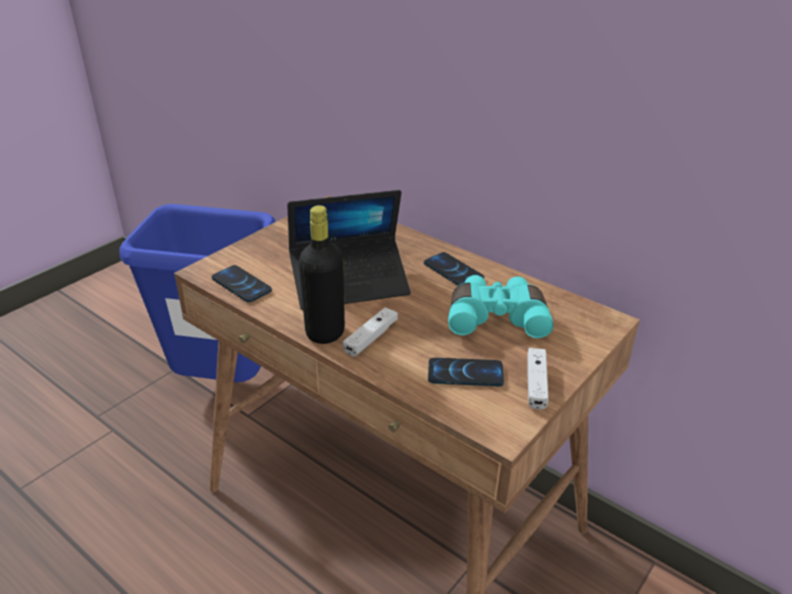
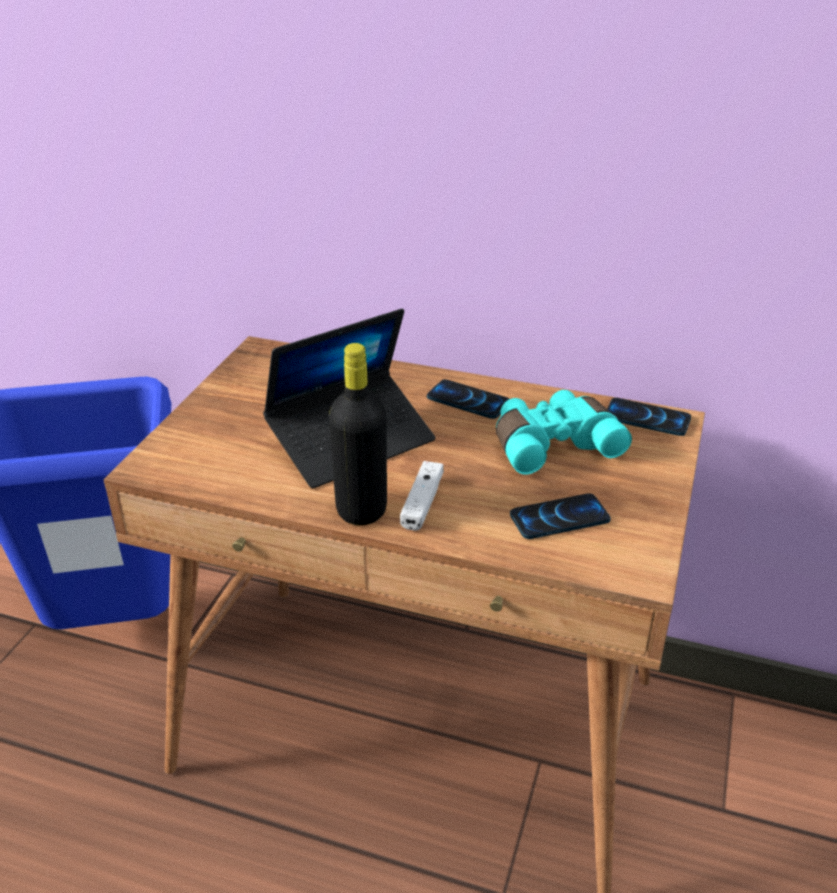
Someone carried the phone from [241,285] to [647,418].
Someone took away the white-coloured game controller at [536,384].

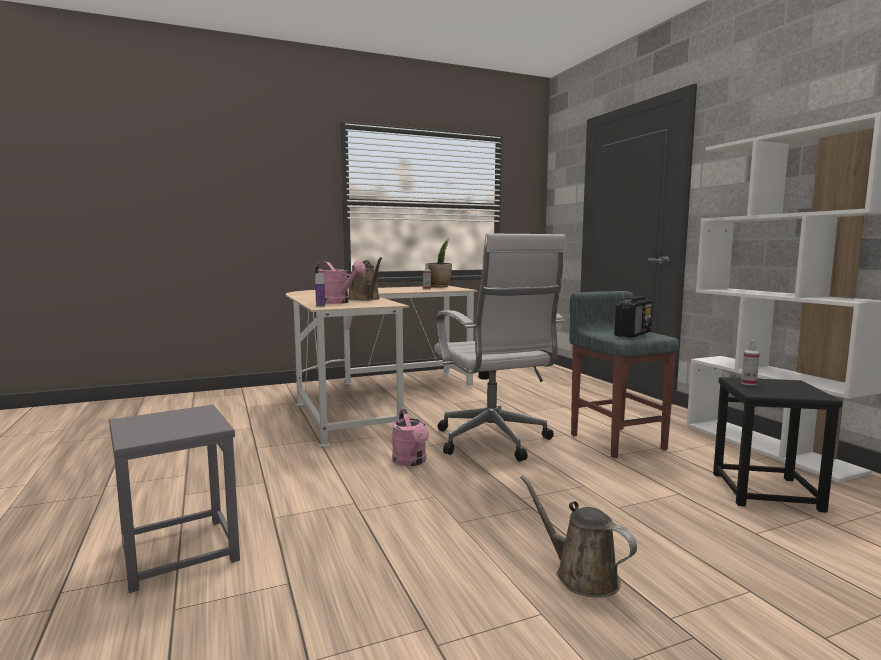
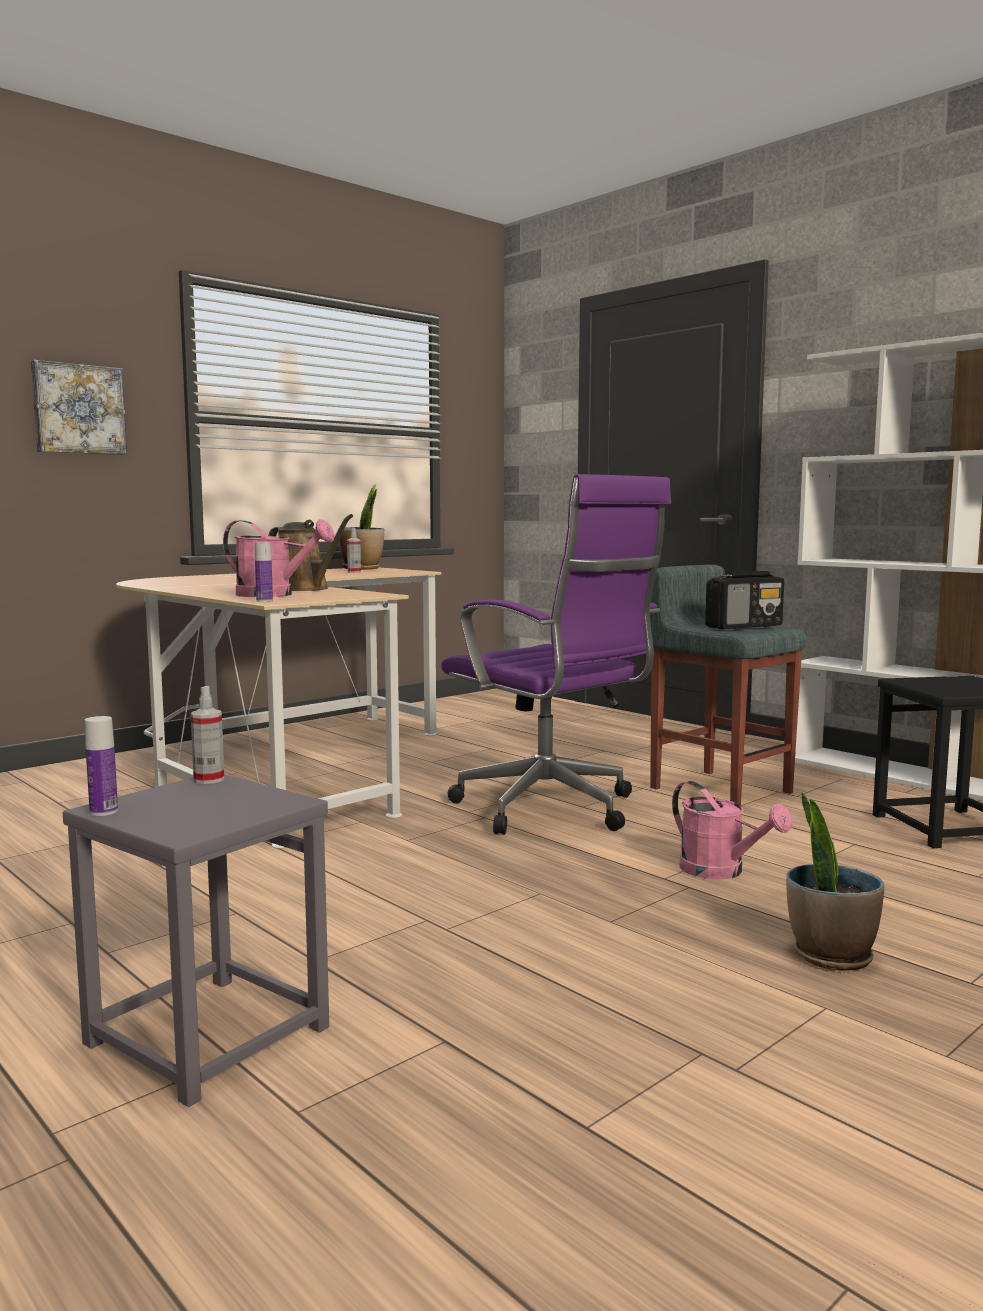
Someone repainted the white-coloured desk chair at [494,442], which became the purplish desk chair at [552,810].
Someone rotated the radio receiver at [633,334] by 45 degrees clockwise.
Someone carried the sprayer from [748,383] to [209,779].
Someone carried the pinkish sprinkling can from [411,462] to [721,872].
Someone swapped the brown sprinkling can at [581,575] for the houseplant at [830,956].
Someone put up the wall art at [78,409].
Someone put down the bottle at [104,812].

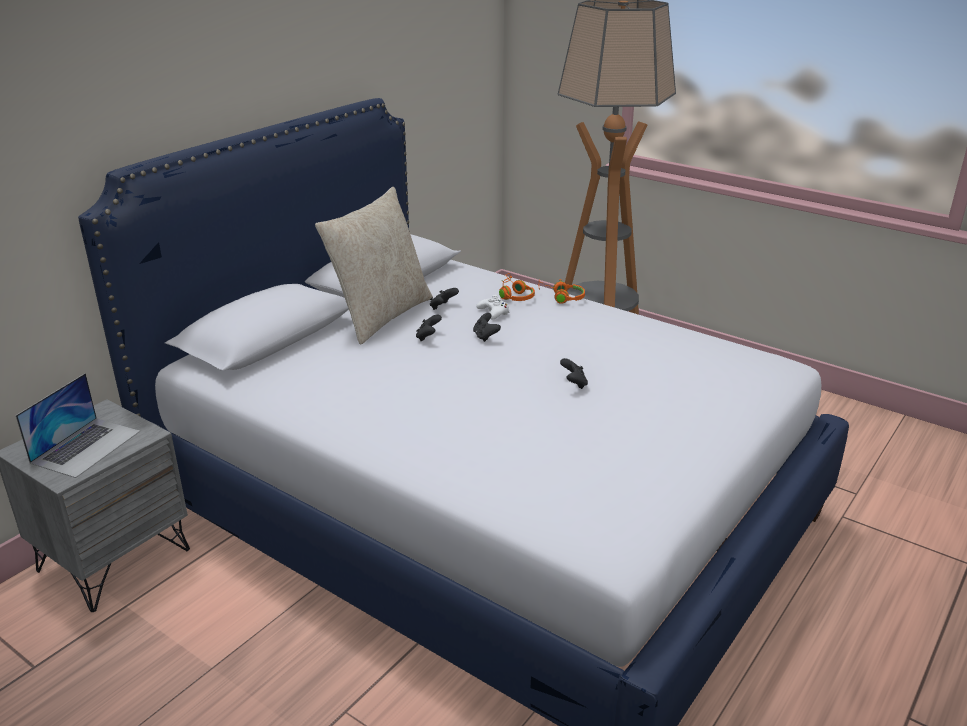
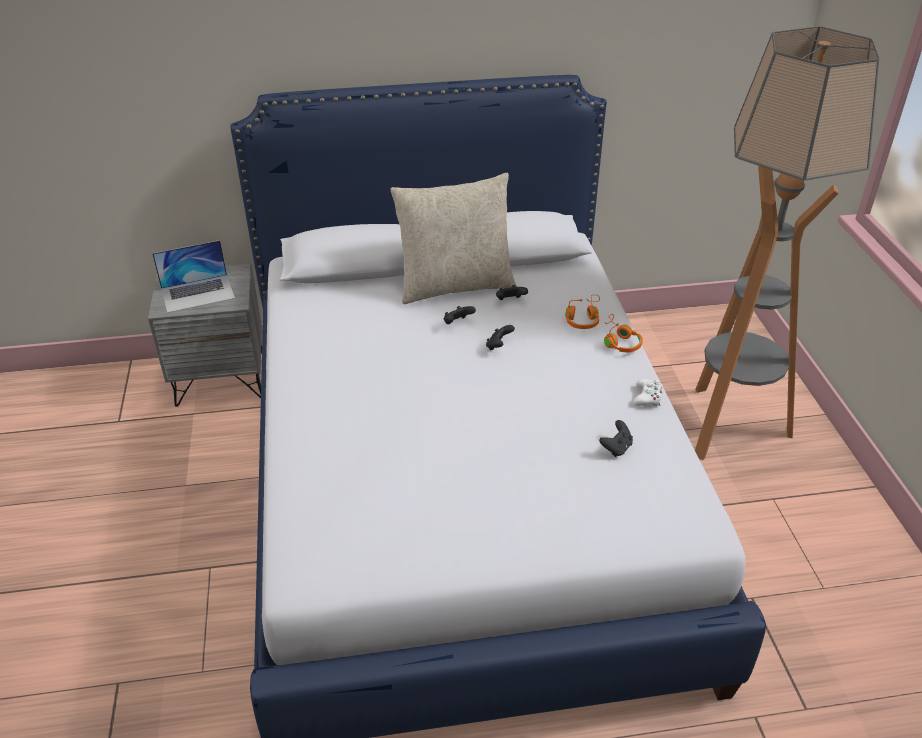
Someone carried the white-coloured game controller from [493,312] to [647,397].
Someone carried the blackish game controller from [574,384] to [616,448].

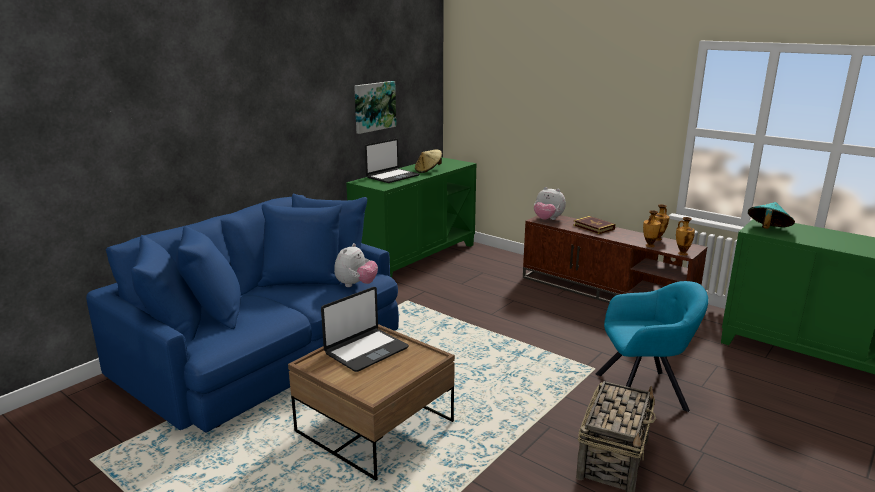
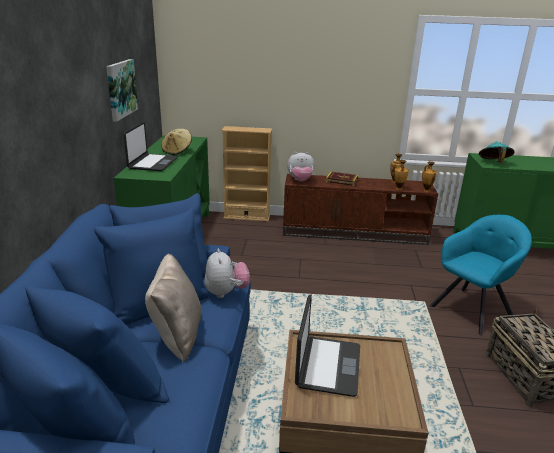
Someone put down the beige shelving unit at [247,217].
Someone put down the beige cushion at [177,335].

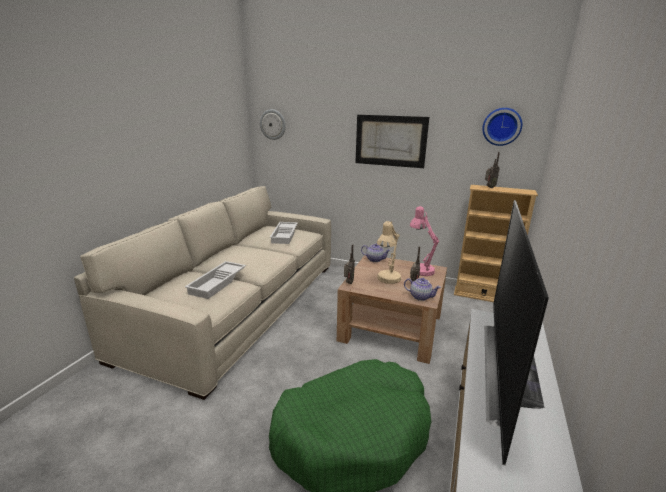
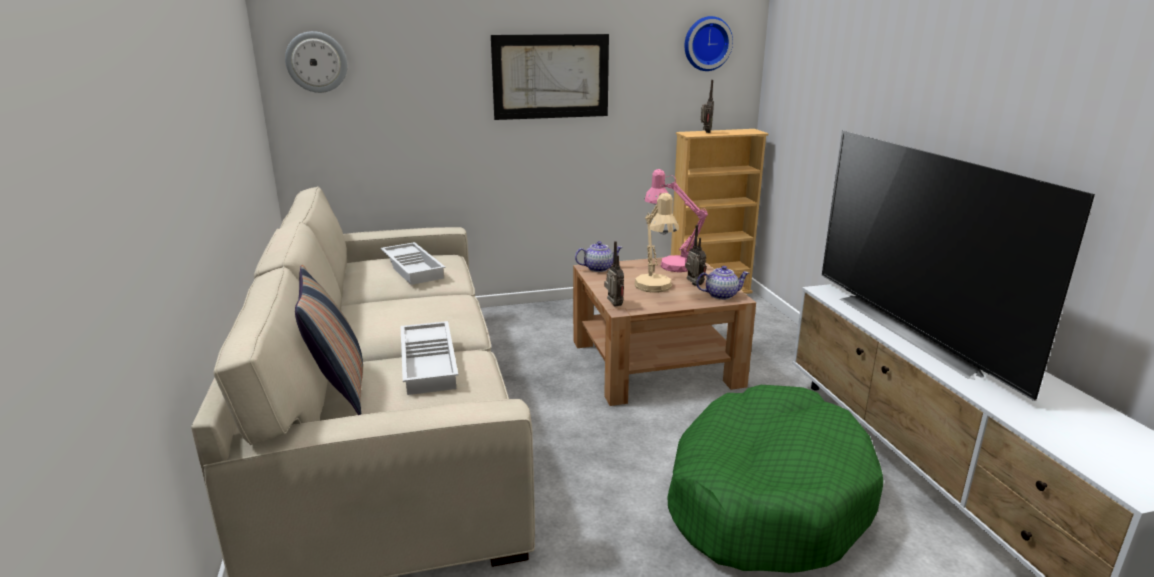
Someone put down the cushion at [338,388].

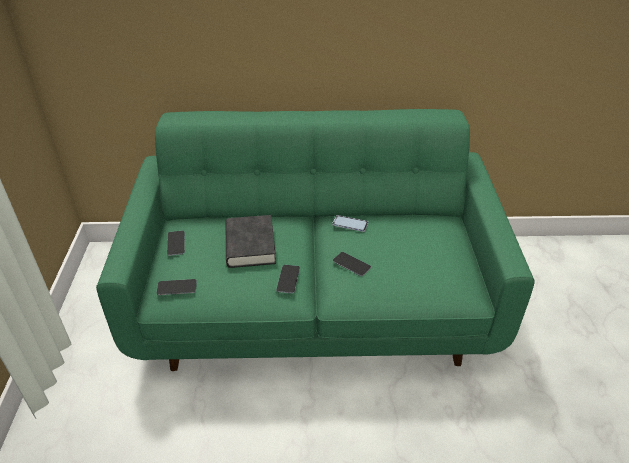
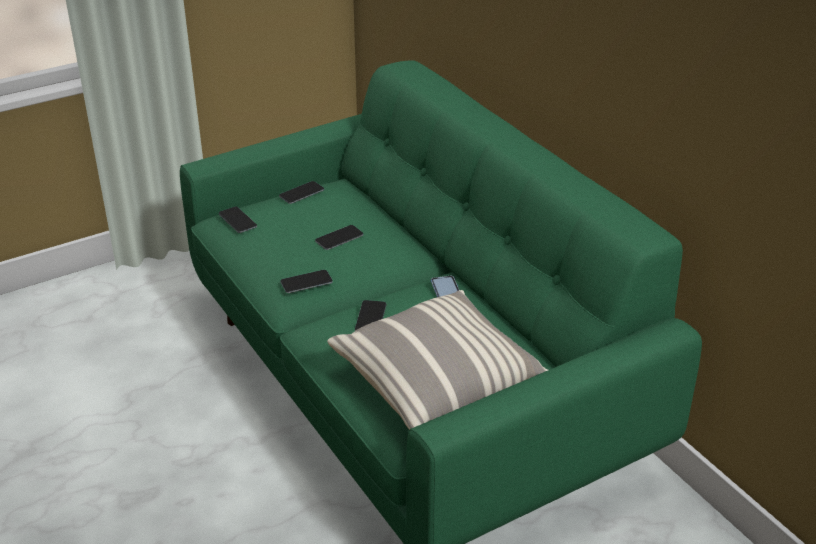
Someone swapped the blackish bound book at [250,246] for the phone at [339,238].
Someone put down the cushion at [437,380].

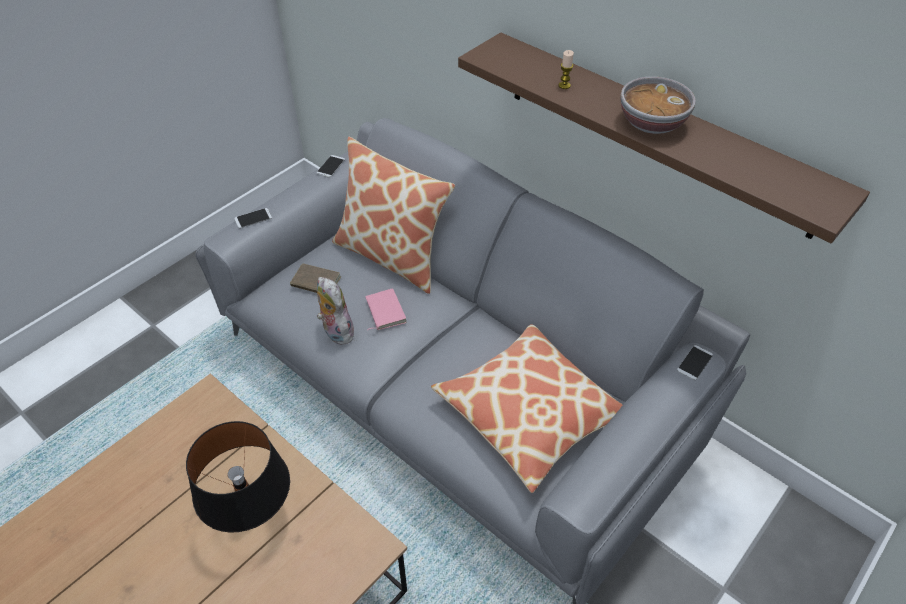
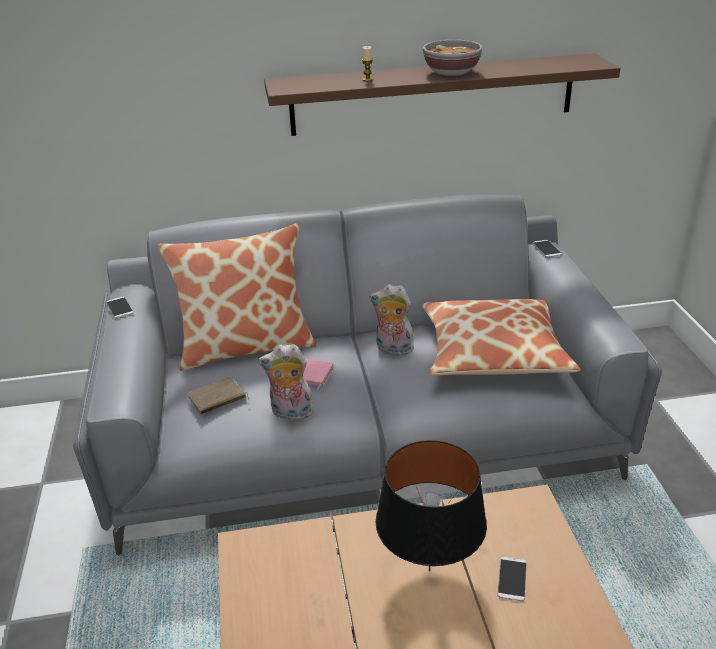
Someone carried the phone from [253,218] to [512,579].
Someone put down the soft toy at [392,349].

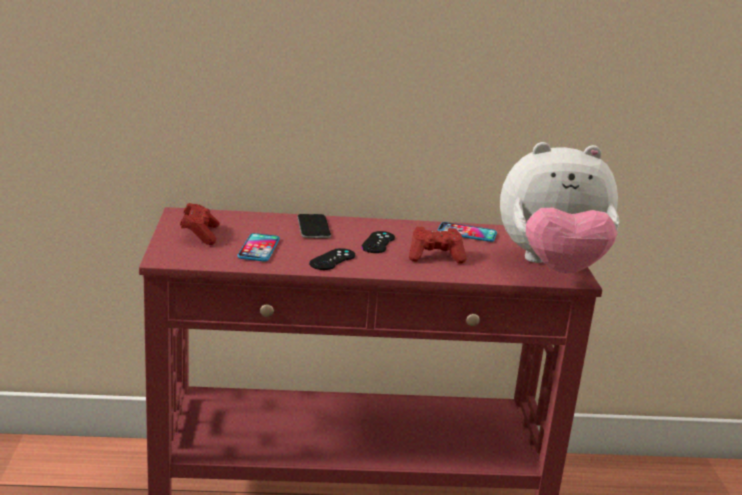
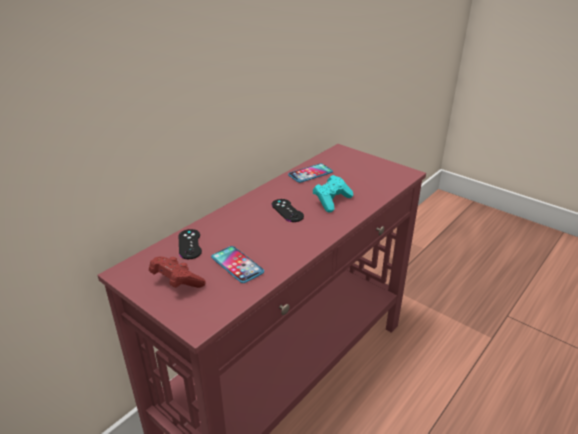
Someone took away the soft toy at [552,267].
Someone took away the phone at [313,227].
Someone repainted the reddish game controller at [435,257], which became the turquoise game controller at [332,201].
Someone carried the blackish game controller from [332,260] to [189,244].

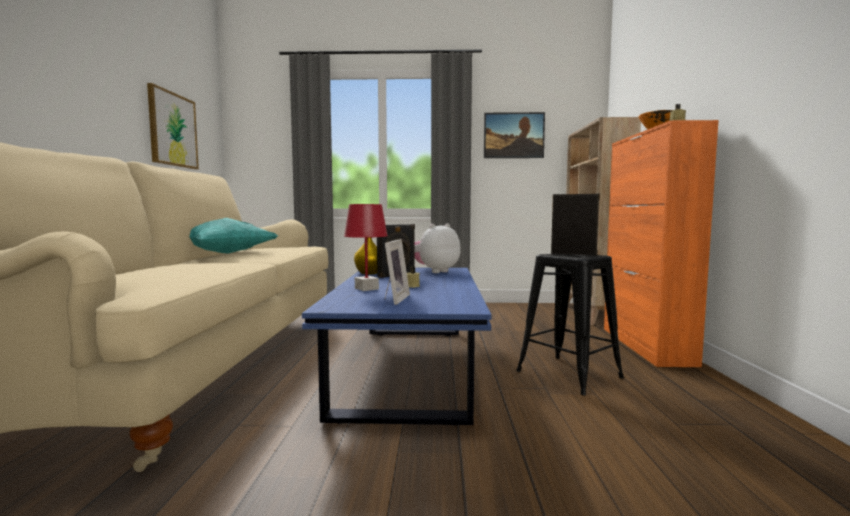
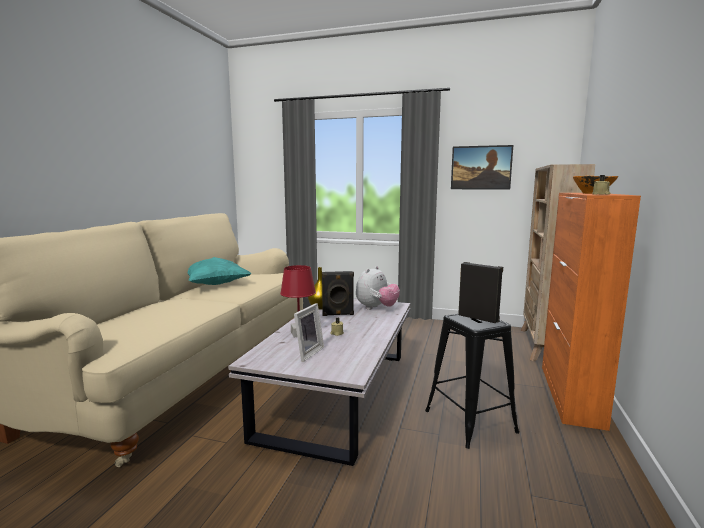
Someone took away the wall art at [172,130].
Someone rotated the soft toy at [435,271] by 150 degrees clockwise.
Someone repainted the bluish coffee table at [408,367], which became the white-coloured coffee table at [339,393].

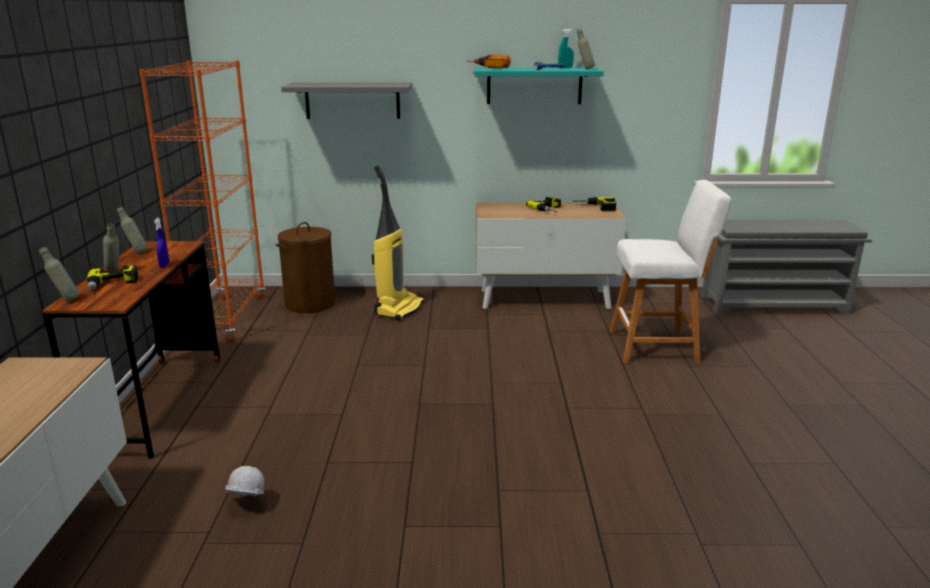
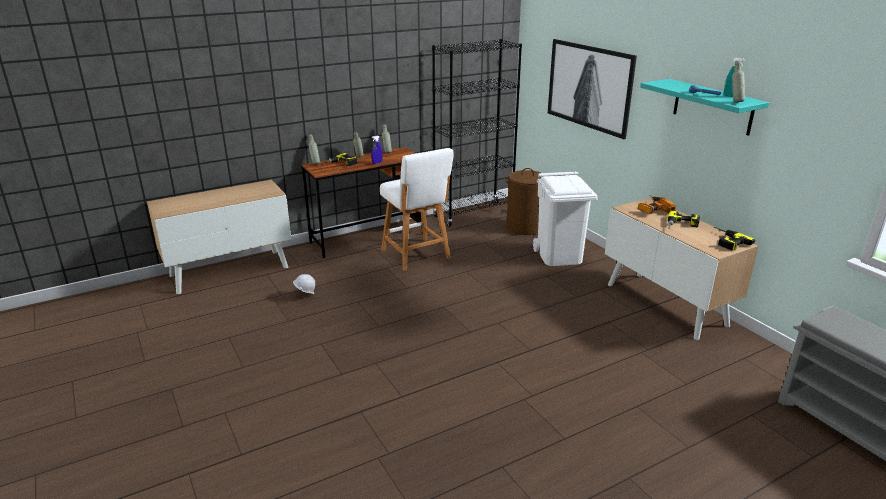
Someone carried the electric drill from [489,68] to [652,209].
Someone repainted the orange-coloured shelving unit at [226,318], which became the blackish shelving unit at [473,214].
Someone swapped the greyish wall shelf at [352,100] for the wall art at [590,86].
Someone swapped the hoover at [399,309] for the white-coloured waste bin at [559,256].
Someone carried the white-coloured stool seat from [658,346] to [417,255].

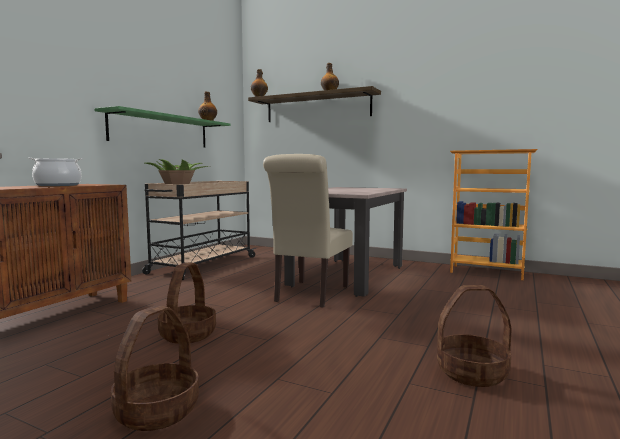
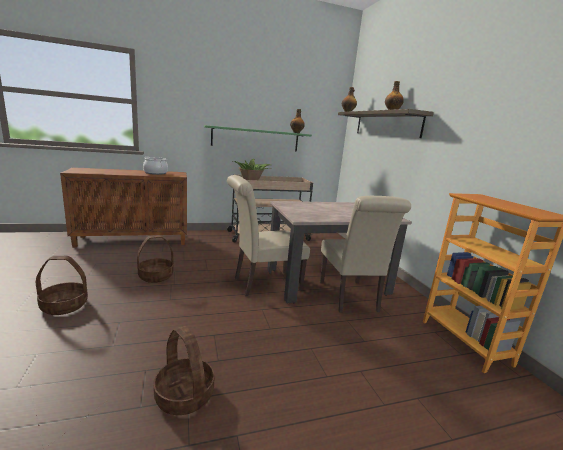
Someone put down the beige plain chair at [350,298].

